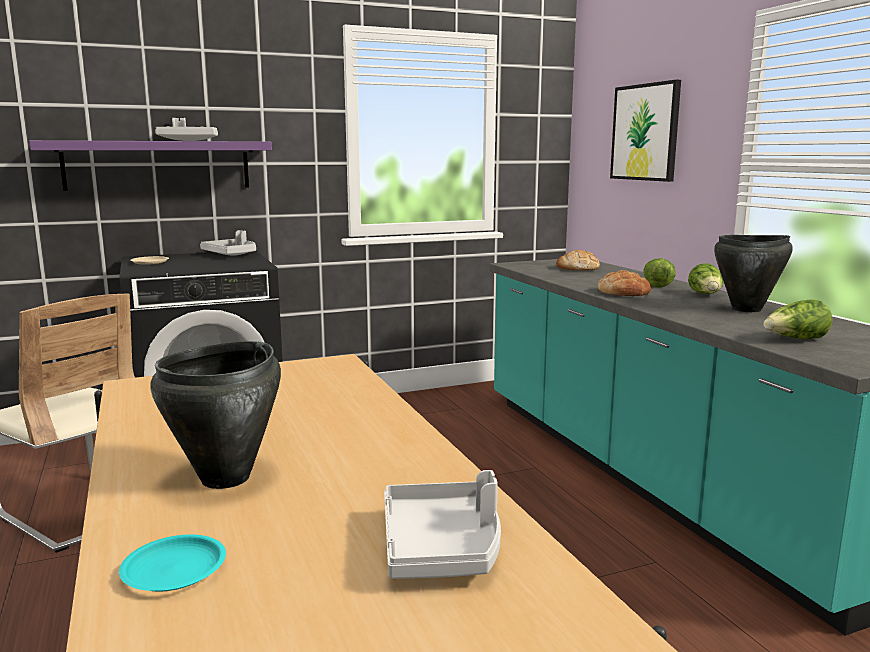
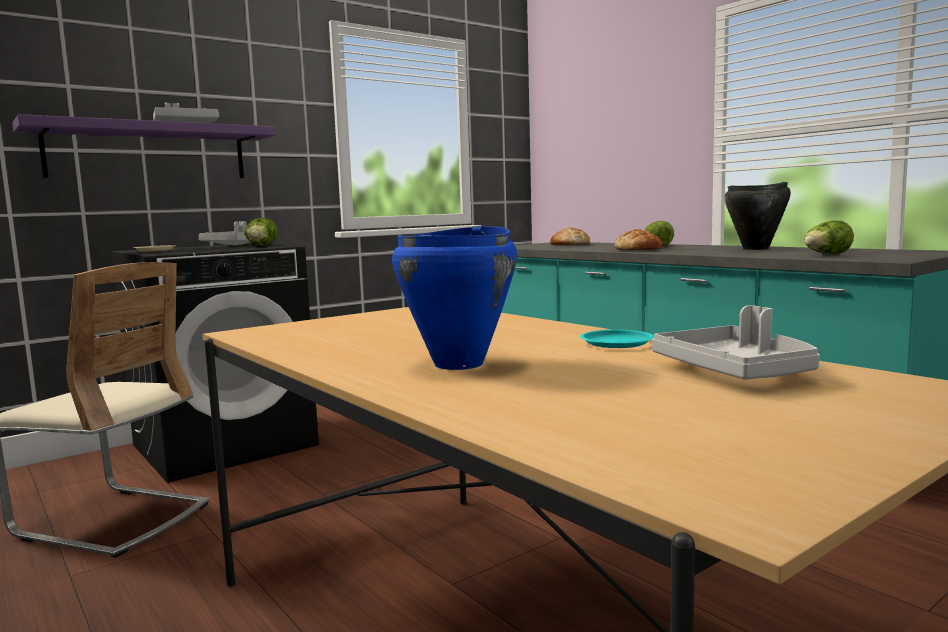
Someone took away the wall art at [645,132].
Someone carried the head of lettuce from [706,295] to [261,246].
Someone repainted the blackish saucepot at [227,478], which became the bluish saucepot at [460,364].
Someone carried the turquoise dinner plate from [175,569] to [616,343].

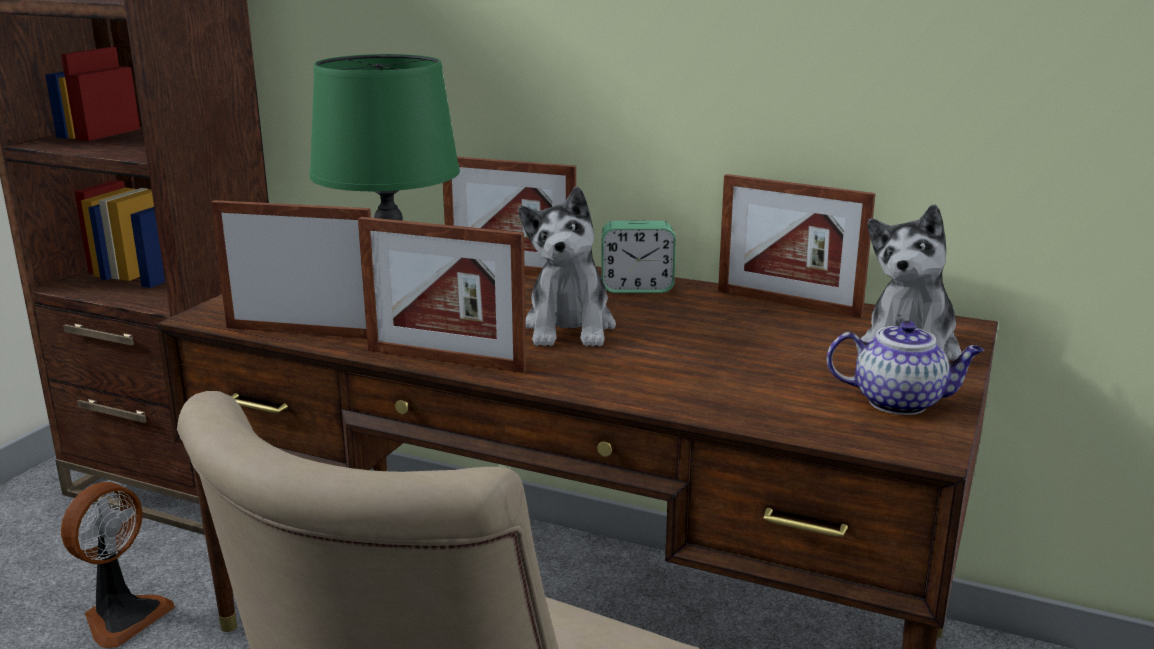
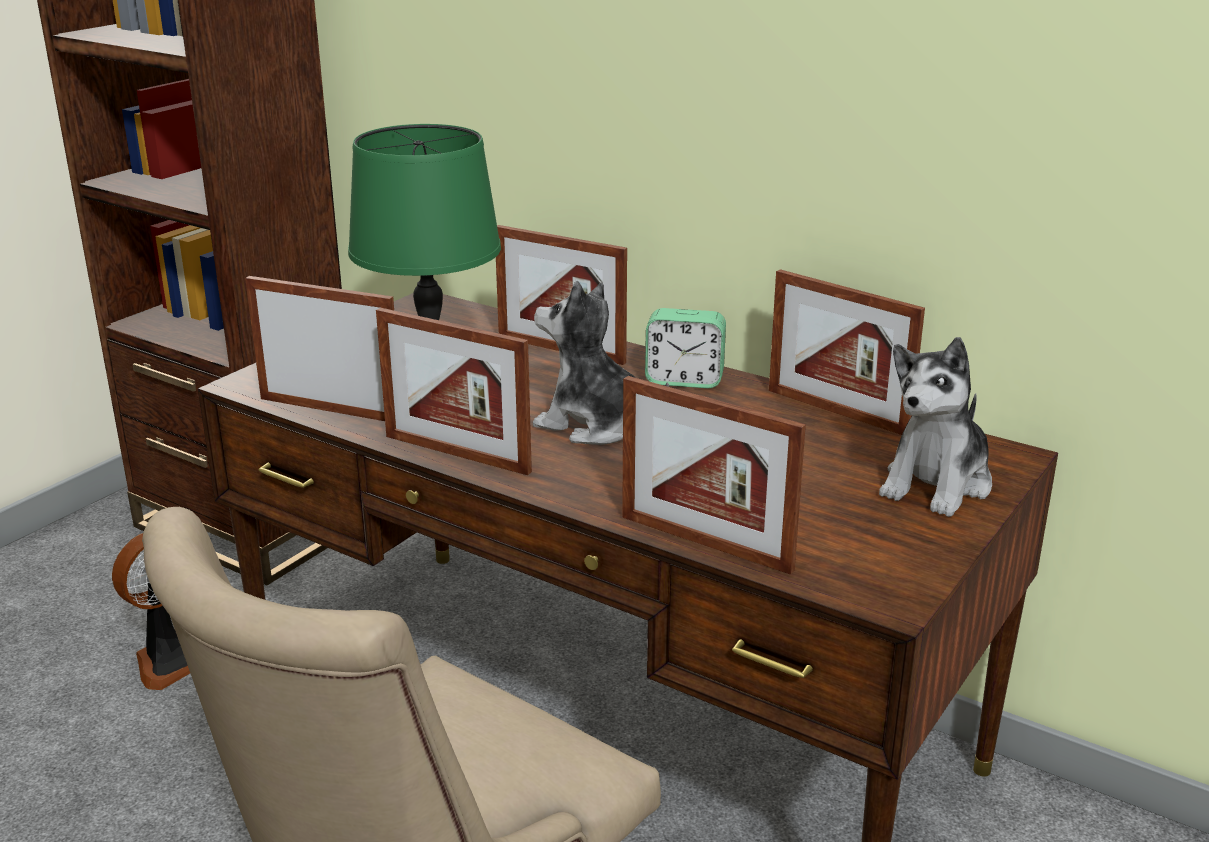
Someone rotated the soft toy at [570,327] by 105 degrees clockwise.
Someone took away the tea pot at [900,402].
Someone put down the picture frame at [705,543].

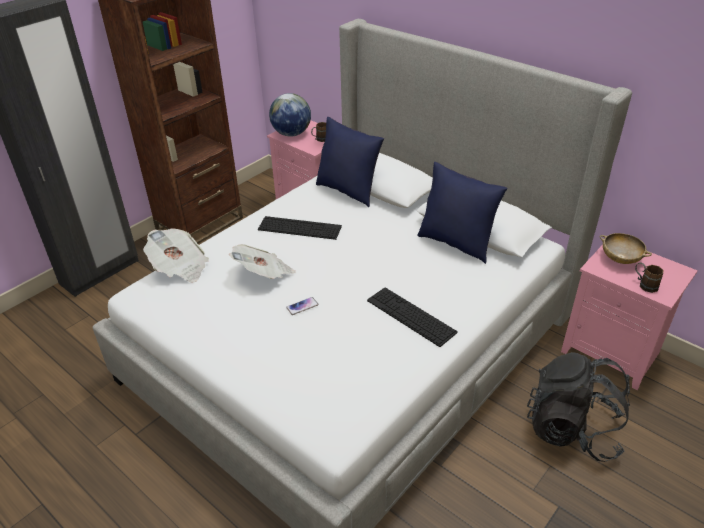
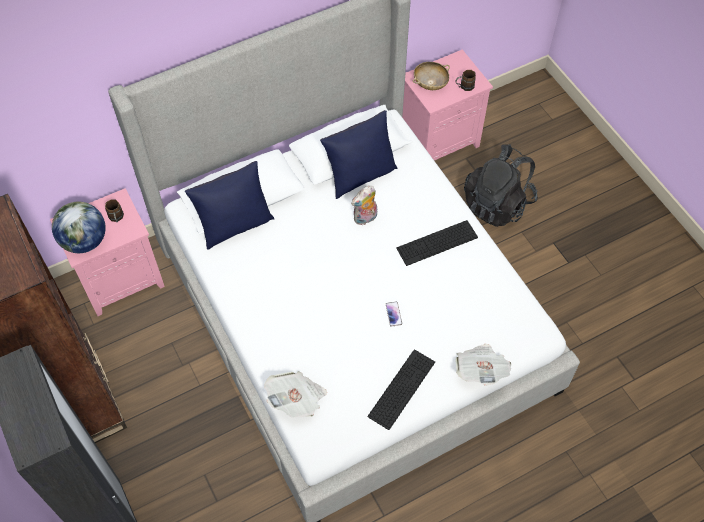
Someone carried the computer keyboard from [299,228] to [401,389].
Someone carried the printed paper from [264,274] to [480,370].
Someone put down the soft toy at [365,218].

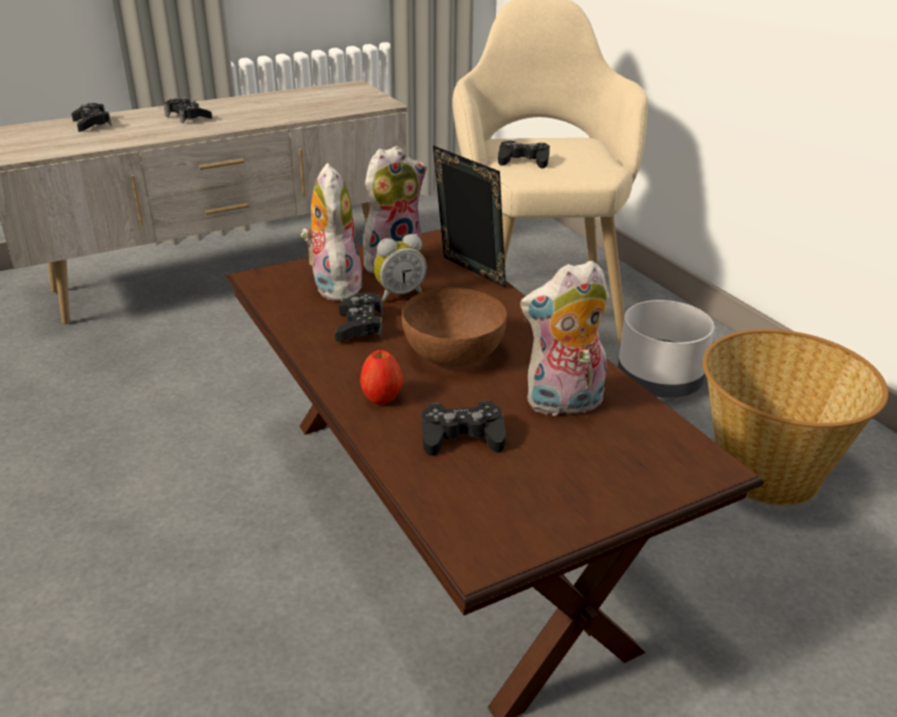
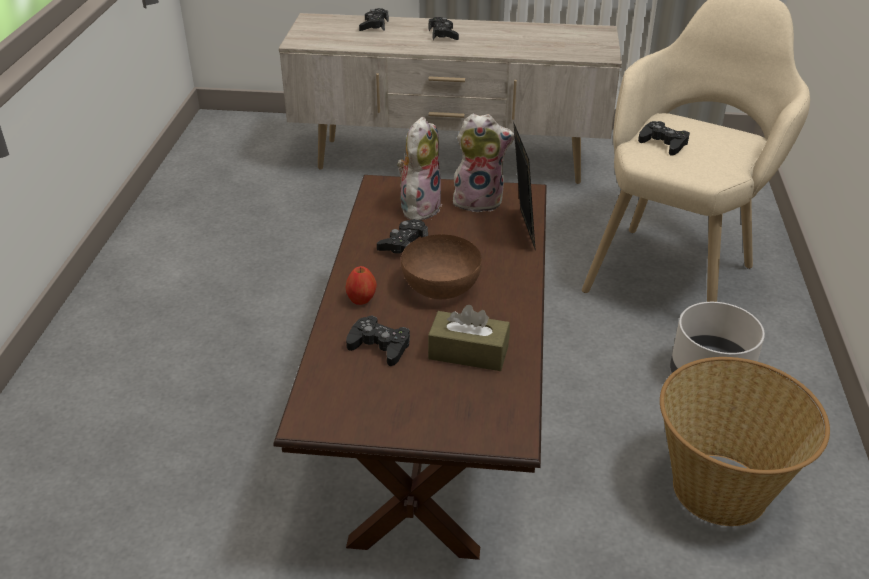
Someone took away the bedside clock at [399,294].
Someone swapped the soft toy at [563,404] for the brown tissue box at [468,353].

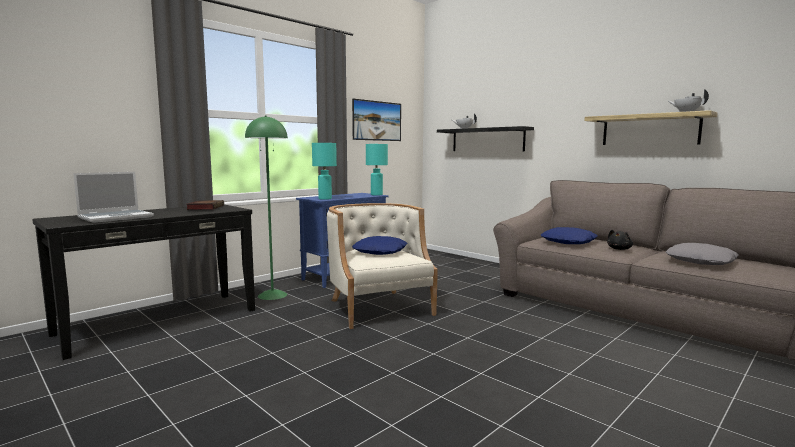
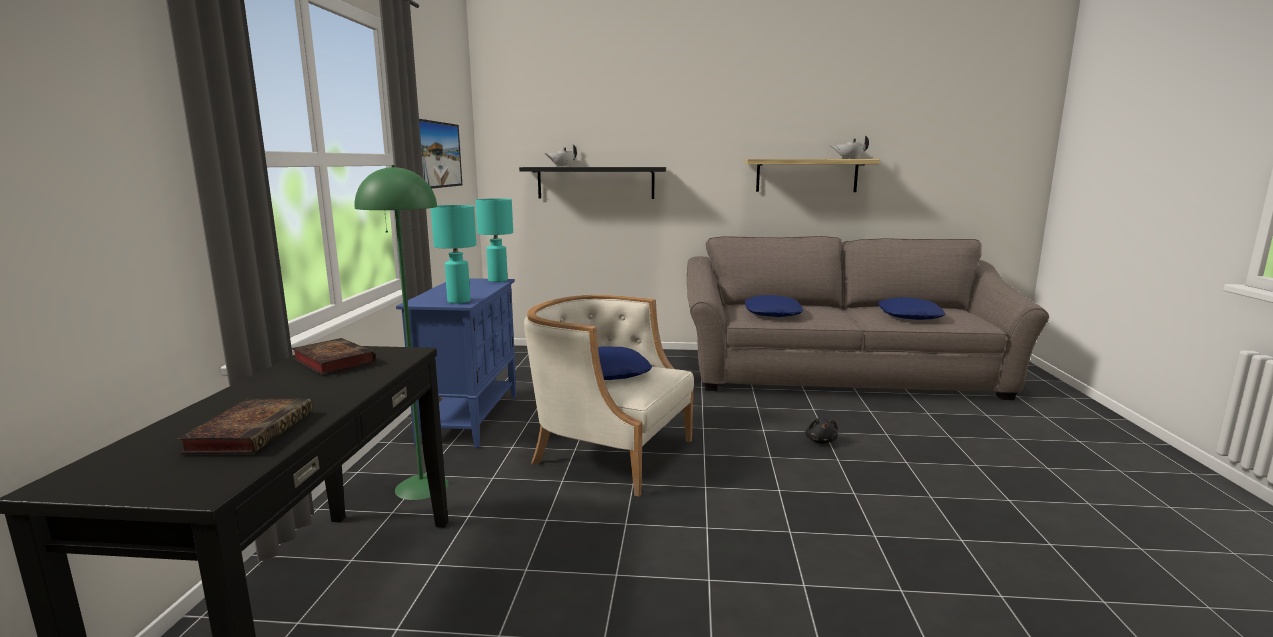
Someone swapped the laptop at [116,217] for the bound book at [252,431].
Someone carried the blackish soft toy from [619,249] to [820,441].
Someone repainted the greyish cushion at [701,261], which became the bluish cushion at [910,316].

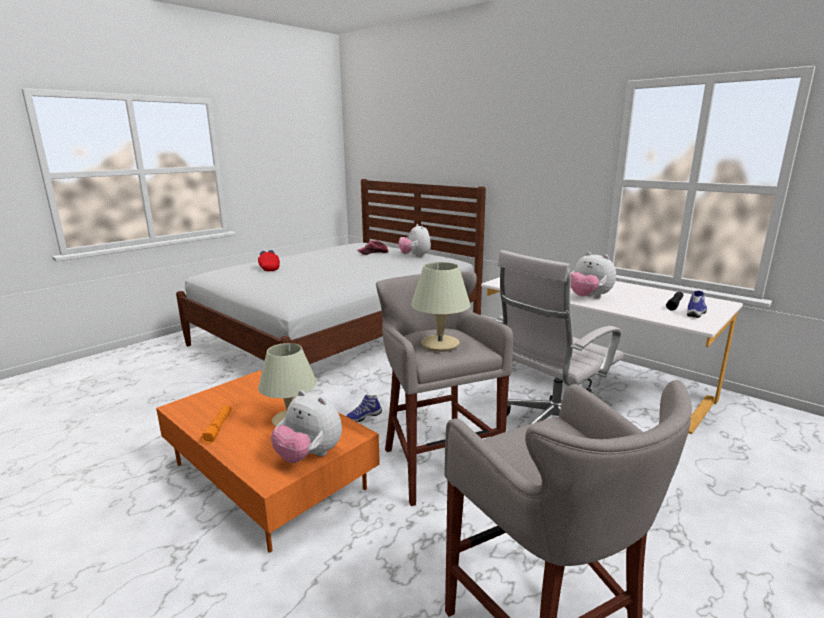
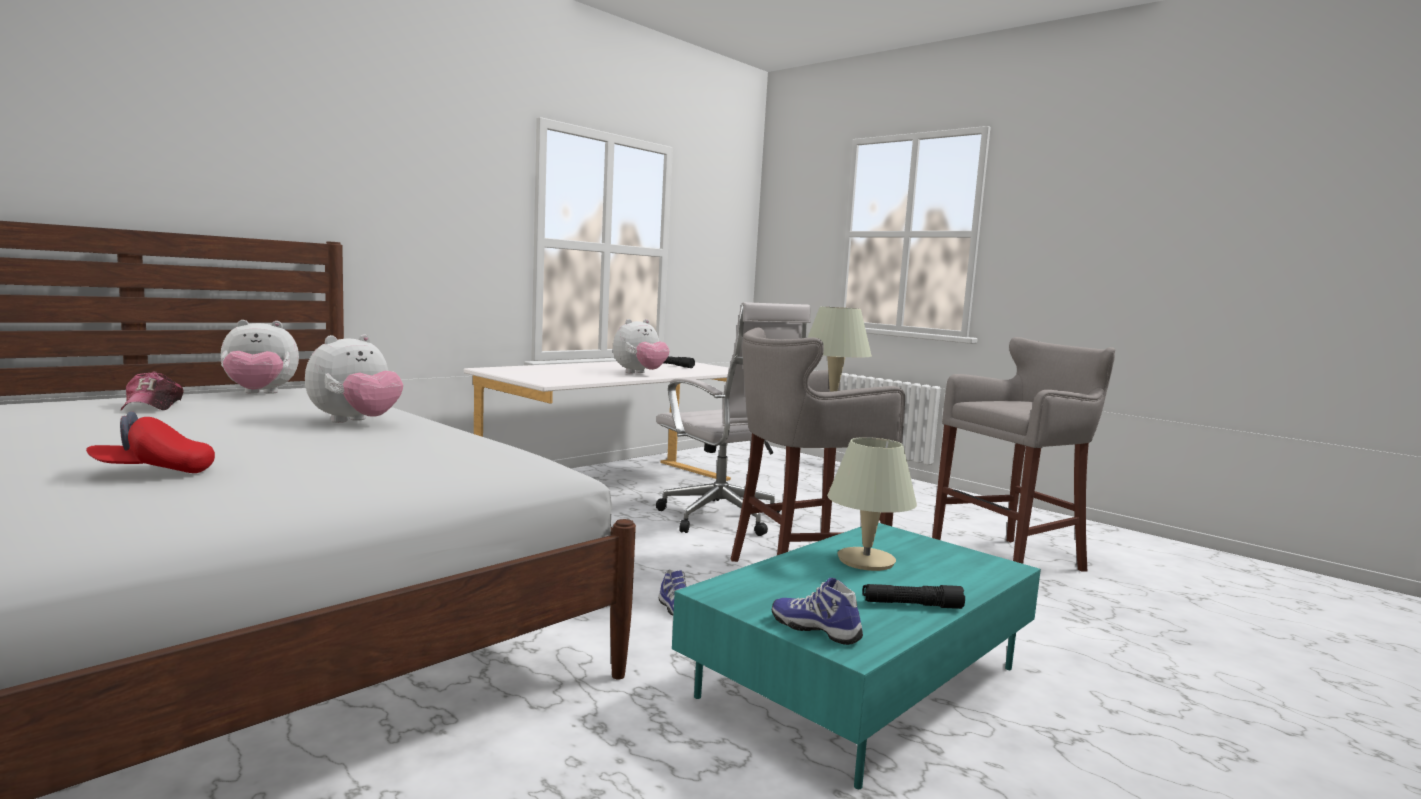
Someone carried the item of footwear from [696,313] to [816,629].
Someone repainted the orange-coloured coffee table at [266,476], which became the turquoise coffee table at [862,684].
Someone carried the soft toy from [309,456] to [355,422].
Someone repainted the orange-coloured flashlight at [218,428], which became the blackish flashlight at [912,605].

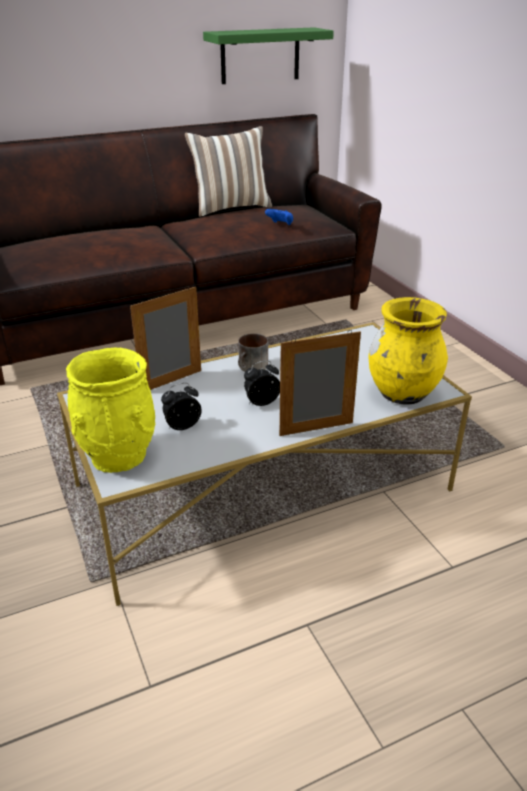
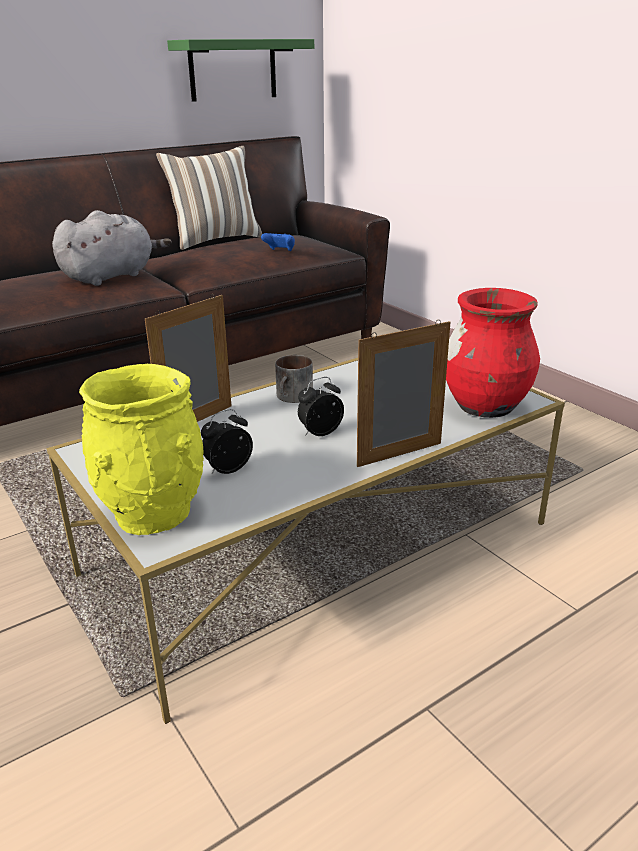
Someone repainted the yellow-coloured flower vase at [402,394], which became the reddish flower vase at [485,407].
Someone put down the greyish soft toy at [112,276].

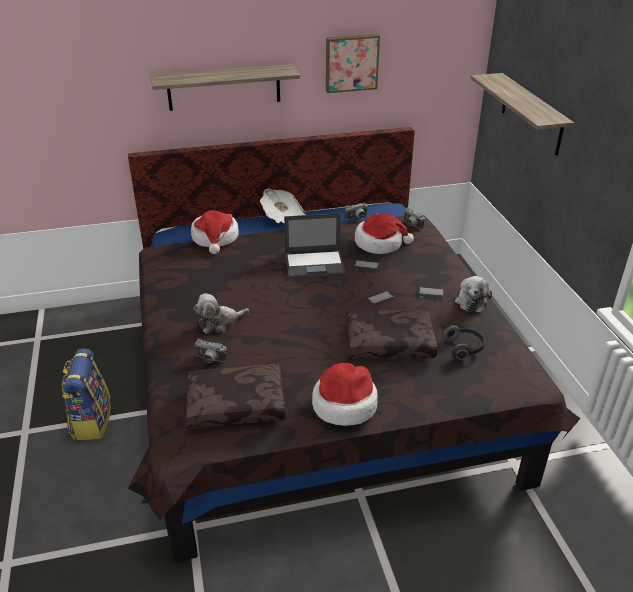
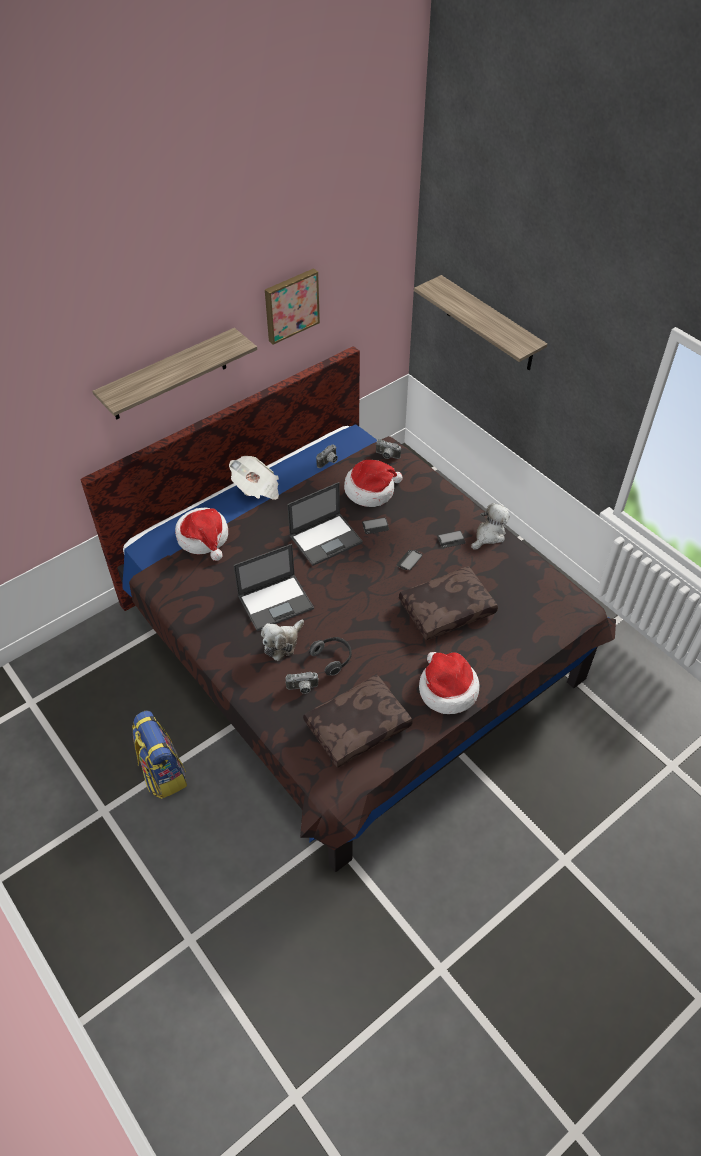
Someone rotated the soft toy at [471,301] by 120 degrees counterclockwise.
Someone carried the headset from [464,348] to [333,658].
Someone put down the laptop at [276,602].

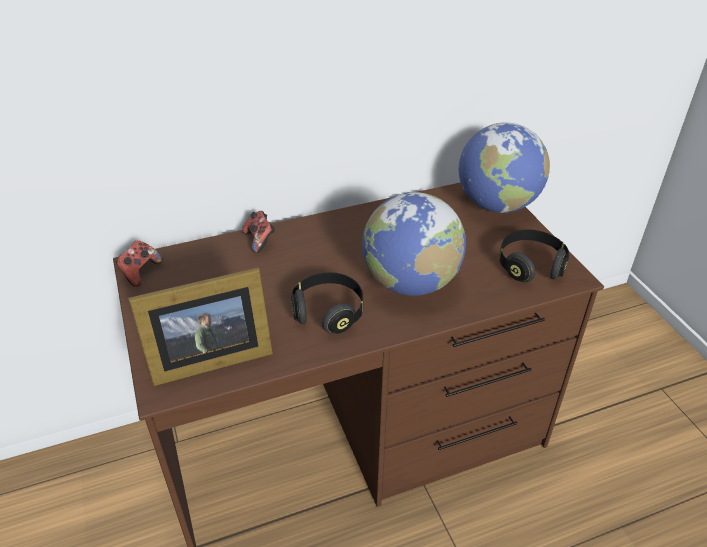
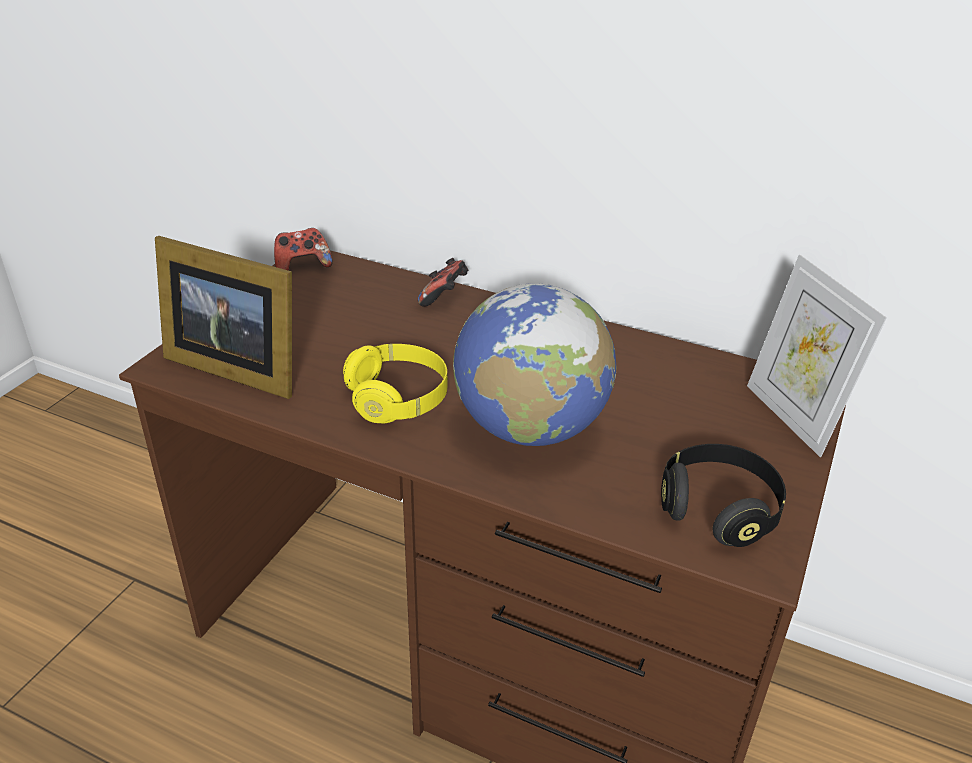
Someone swapped the globe at [497,205] for the picture frame at [792,417].
Someone repainted the blackish headset at [328,312], which became the yellow-coloured headset at [398,399].

